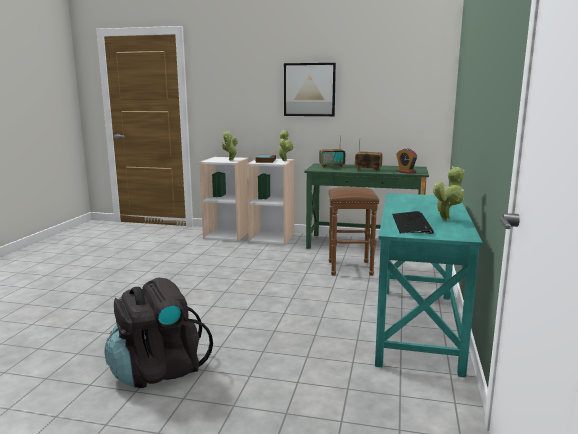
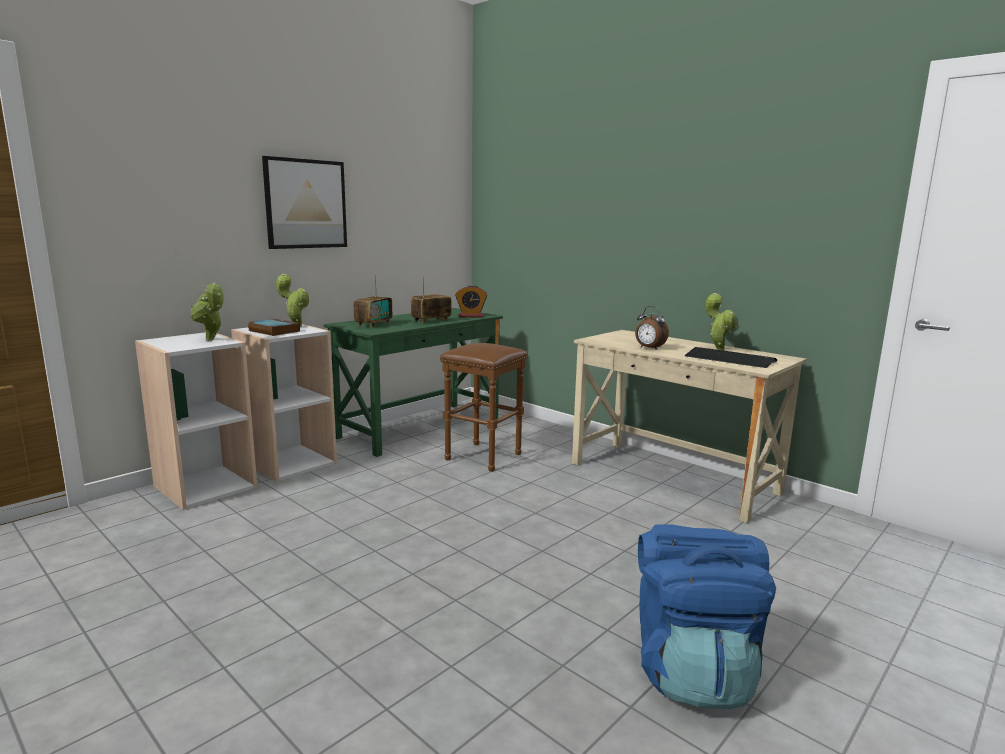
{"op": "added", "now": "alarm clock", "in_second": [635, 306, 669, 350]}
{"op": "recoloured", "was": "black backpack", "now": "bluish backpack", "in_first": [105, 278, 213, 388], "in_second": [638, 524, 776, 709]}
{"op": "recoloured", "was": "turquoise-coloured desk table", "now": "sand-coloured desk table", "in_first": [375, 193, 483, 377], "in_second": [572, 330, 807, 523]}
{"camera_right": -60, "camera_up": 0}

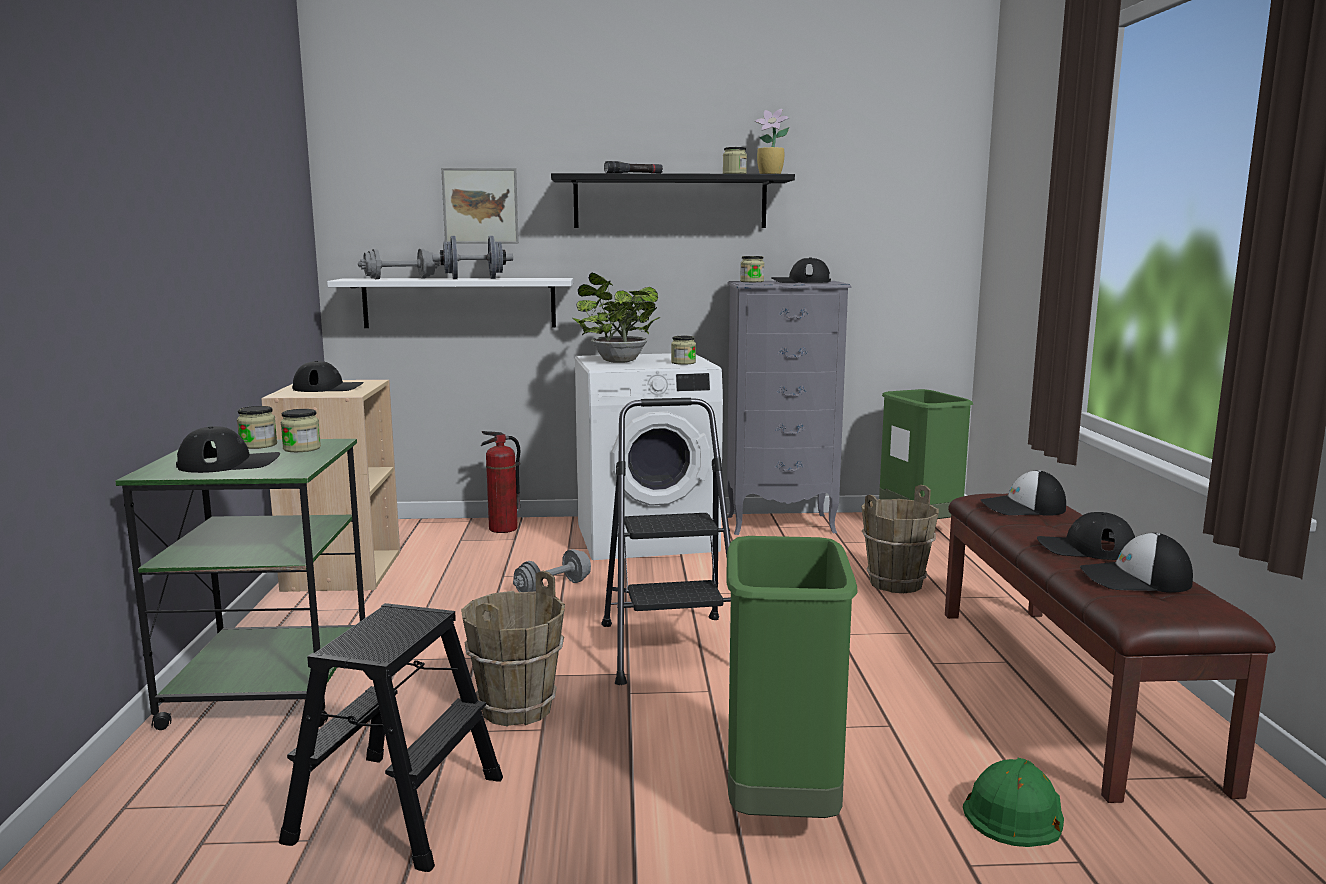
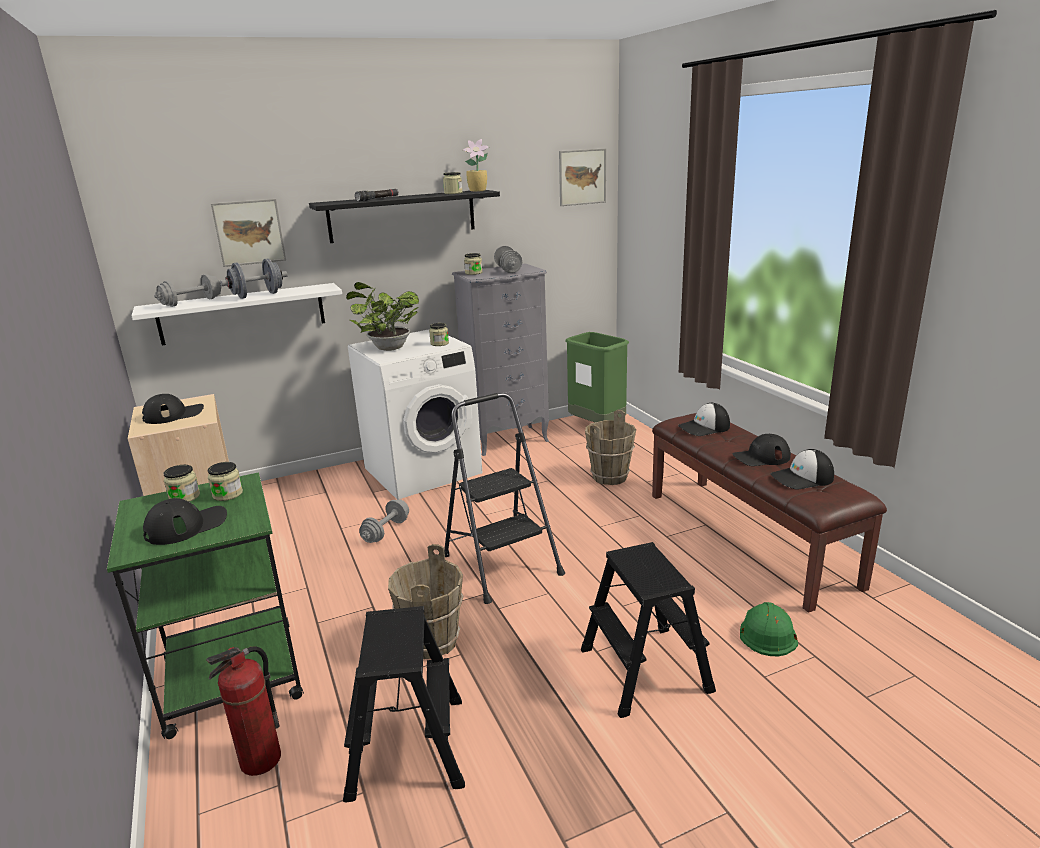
{"op": "added", "now": "wall art", "in_second": [559, 148, 606, 206]}
{"op": "moved", "was": "fire-fighting cylinder", "in_first": [481, 431, 521, 533], "in_second": [206, 646, 281, 776]}
{"op": "replaced", "was": "green-coloured trash can", "now": "black step ladder", "in_first": [726, 536, 857, 818], "in_second": [581, 542, 716, 718]}
{"op": "replaced", "was": "black peaked cap", "now": "grey free weight", "in_first": [771, 257, 831, 283], "in_second": [494, 246, 522, 273]}
{"camera_right": -20, "camera_up": 10}

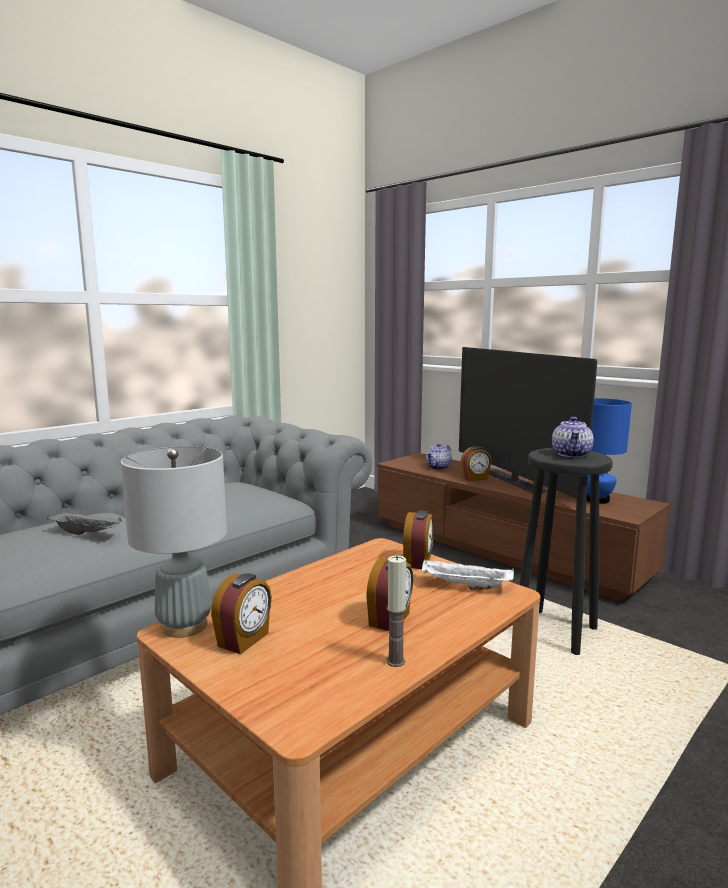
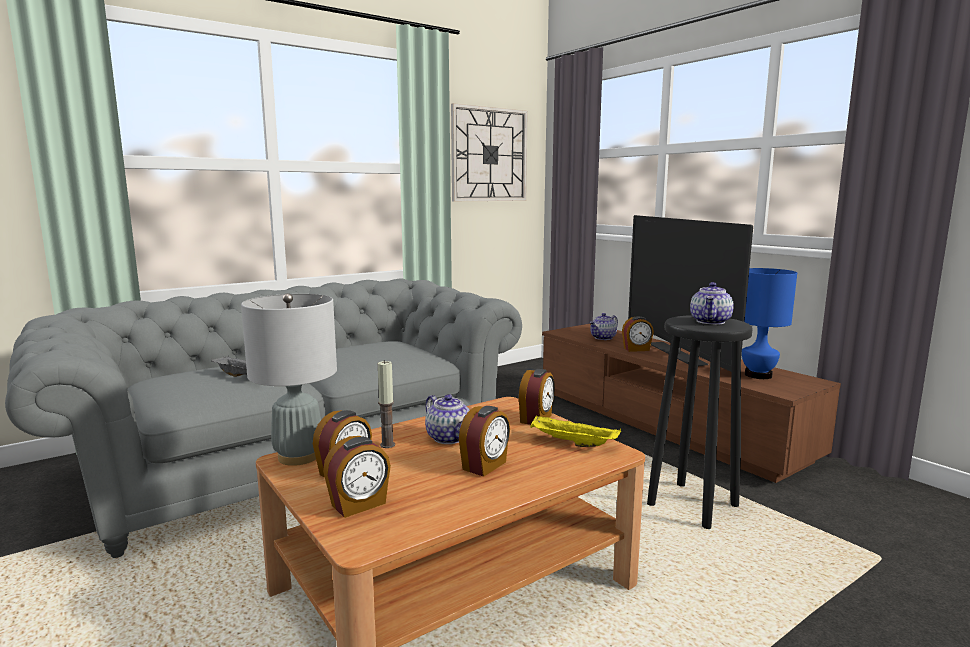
{"op": "added", "now": "alarm clock", "in_second": [323, 436, 391, 518]}
{"op": "added", "now": "teapot", "in_second": [425, 394, 470, 444]}
{"op": "added", "now": "wall clock", "in_second": [451, 103, 528, 201]}
{"op": "moved", "was": "wax candle", "in_first": [386, 556, 407, 667], "in_second": [378, 360, 395, 448]}
{"op": "recoloured", "was": "white tray", "now": "yellow tray", "in_first": [422, 560, 514, 590], "in_second": [530, 415, 621, 447]}
{"camera_right": 10, "camera_up": 0}

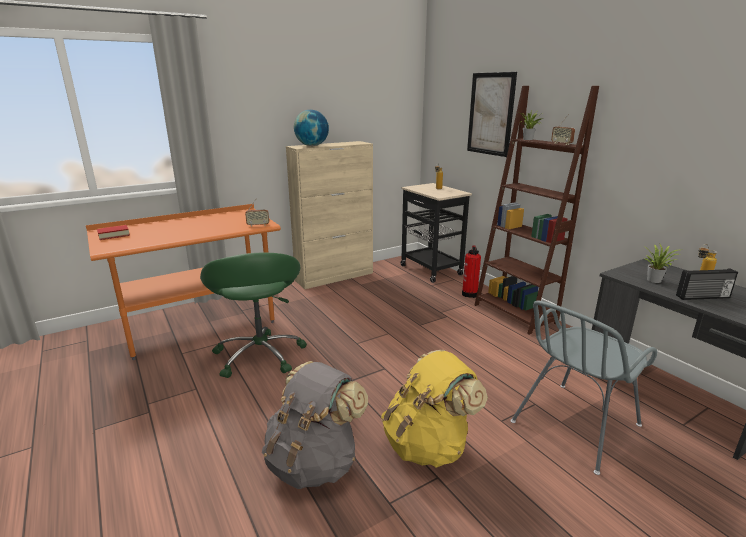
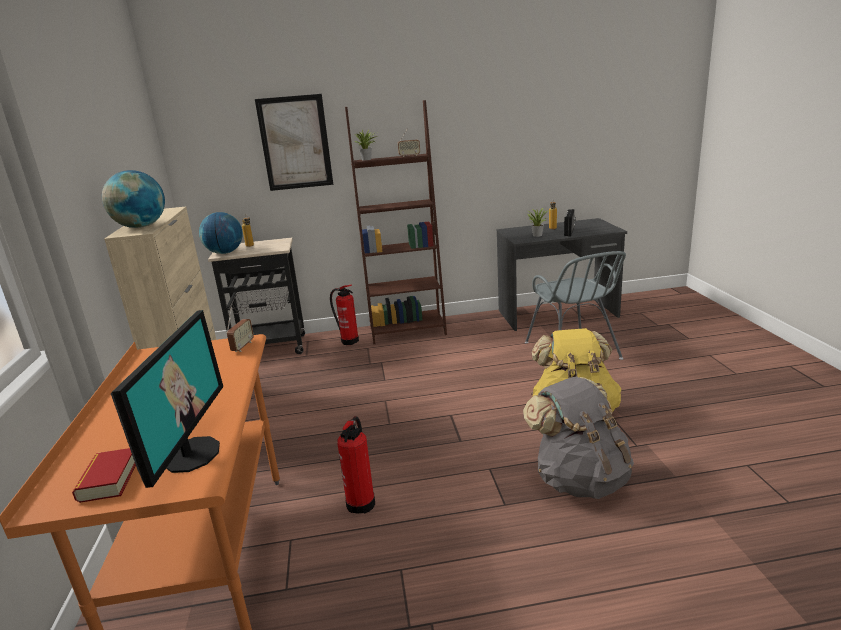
{"op": "added", "now": "computer screen", "in_second": [111, 310, 223, 488]}
{"op": "added", "now": "world globe", "in_second": [199, 212, 243, 254]}
{"op": "replaced", "was": "green-coloured computer chair", "now": "fire-fighting cylinder", "in_first": [200, 252, 307, 378], "in_second": [337, 416, 375, 514]}
{"camera_right": -65, "camera_up": 0}

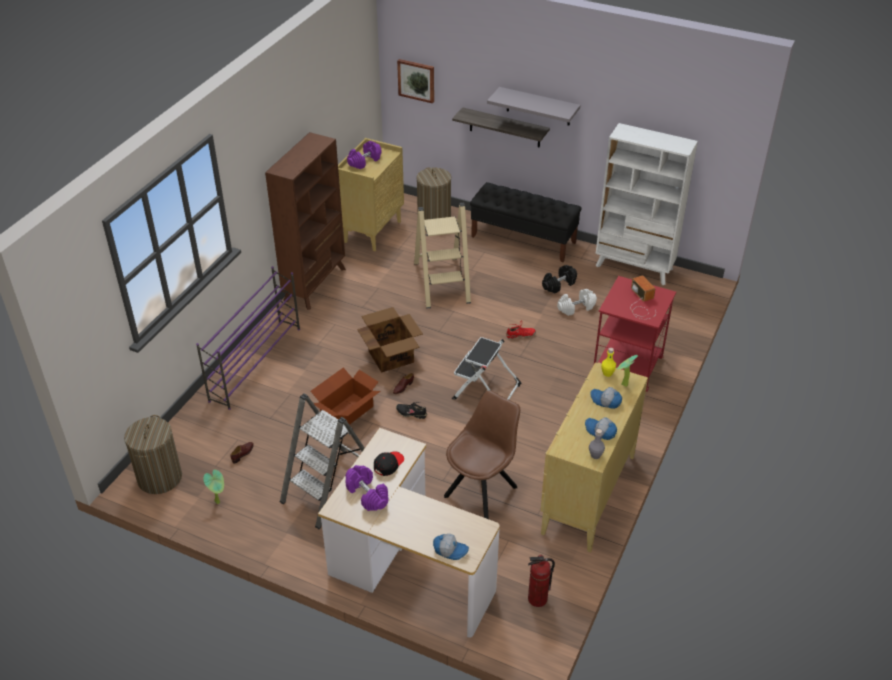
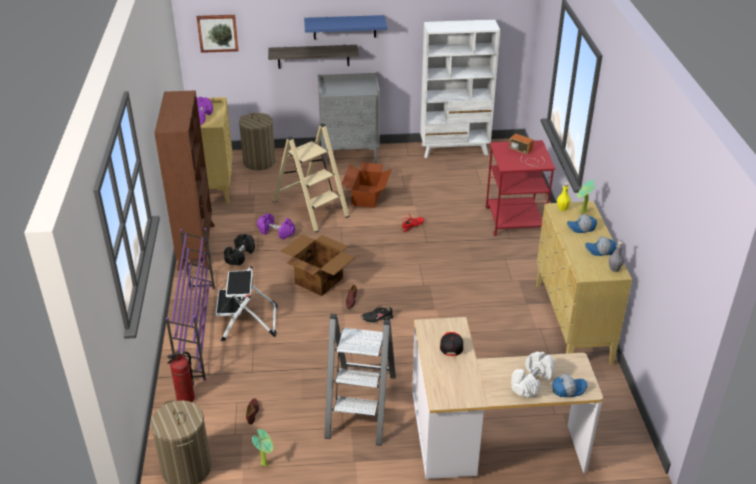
{"op": "removed", "was": "brown upright chair", "in_first": [444, 391, 520, 519]}
{"op": "moved", "was": "cardboard box", "in_first": [311, 367, 380, 425], "in_second": [342, 162, 392, 208]}
{"op": "moved", "was": "purple free weight", "in_first": [345, 465, 388, 511], "in_second": [257, 214, 295, 239]}
{"op": "moved", "was": "step ladder", "in_first": [452, 337, 521, 400], "in_second": [216, 266, 277, 341]}
{"op": "moved", "was": "fire-fighting cylinder", "in_first": [528, 555, 555, 607], "in_second": [167, 351, 195, 402]}
{"op": "moved", "was": "black free weight", "in_first": [542, 265, 577, 294], "in_second": [224, 234, 255, 265]}
{"op": "moved", "was": "white free weight", "in_first": [557, 289, 597, 316], "in_second": [511, 352, 555, 398]}
{"op": "replaced", "was": "black bench", "now": "grey cupboard", "in_first": [470, 182, 582, 262], "in_second": [318, 72, 380, 166]}
{"op": "recoloured", "was": "grey wall shelf", "now": "bluish wall shelf", "in_first": [487, 87, 580, 125], "in_second": [304, 15, 387, 40]}
{"camera_right": -30, "camera_up": -5}

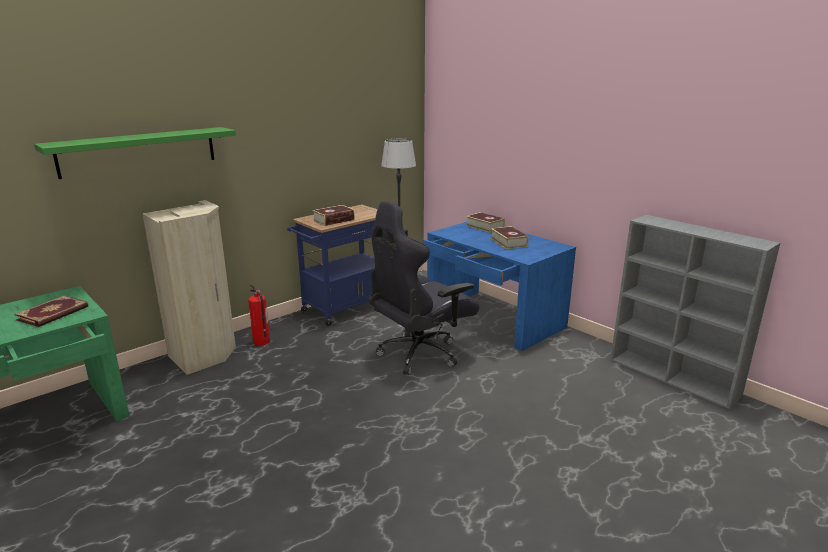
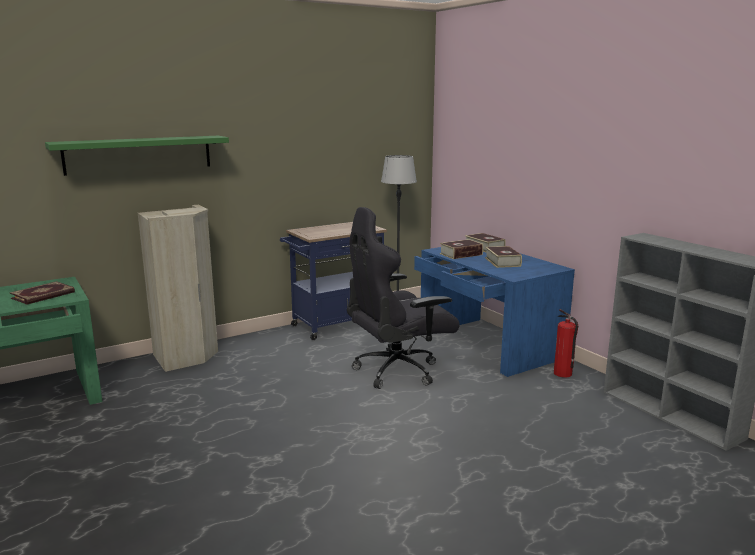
{"op": "moved", "was": "fire-fighting cylinder", "in_first": [248, 284, 270, 346], "in_second": [554, 309, 578, 378]}
{"op": "moved", "was": "volume", "in_first": [312, 205, 355, 226], "in_second": [440, 239, 483, 259]}
{"camera_right": 10, "camera_up": -5}

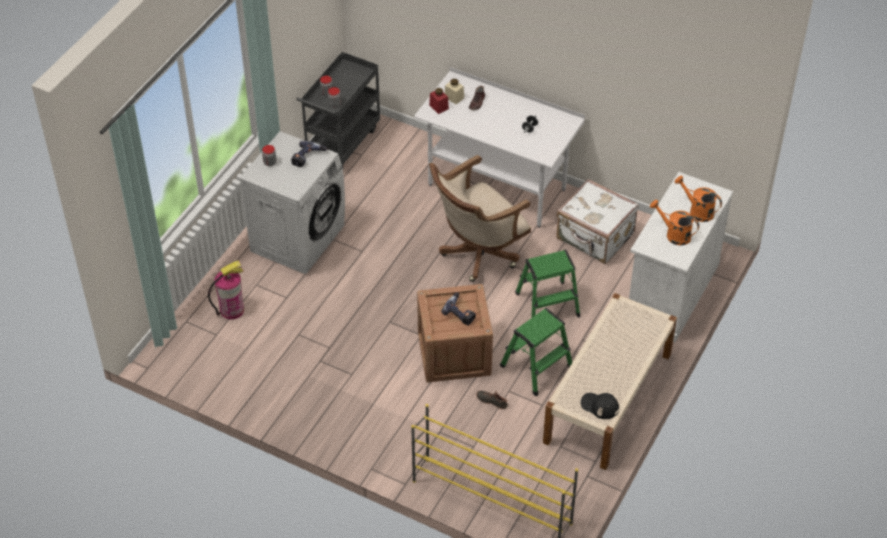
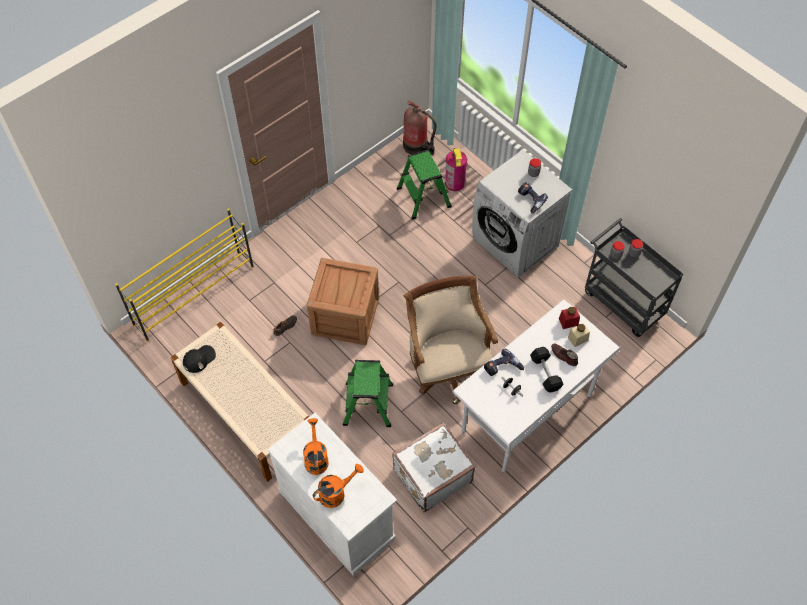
{"op": "added", "now": "fire-fighting cylinder", "in_second": [403, 100, 436, 155]}
{"op": "added", "now": "black free weight", "in_second": [530, 347, 564, 392]}
{"op": "moved", "was": "drill", "in_first": [441, 292, 476, 326], "in_second": [484, 349, 524, 376]}
{"op": "moved", "was": "green-coloured step ladder", "in_first": [500, 308, 572, 396], "in_second": [397, 149, 452, 220]}
{"op": "turned", "was": "orange watering can", "in_first": [650, 200, 699, 246], "in_second": [303, 418, 329, 475], "clockwise": -60}
{"camera_right": 110, "camera_up": 10}

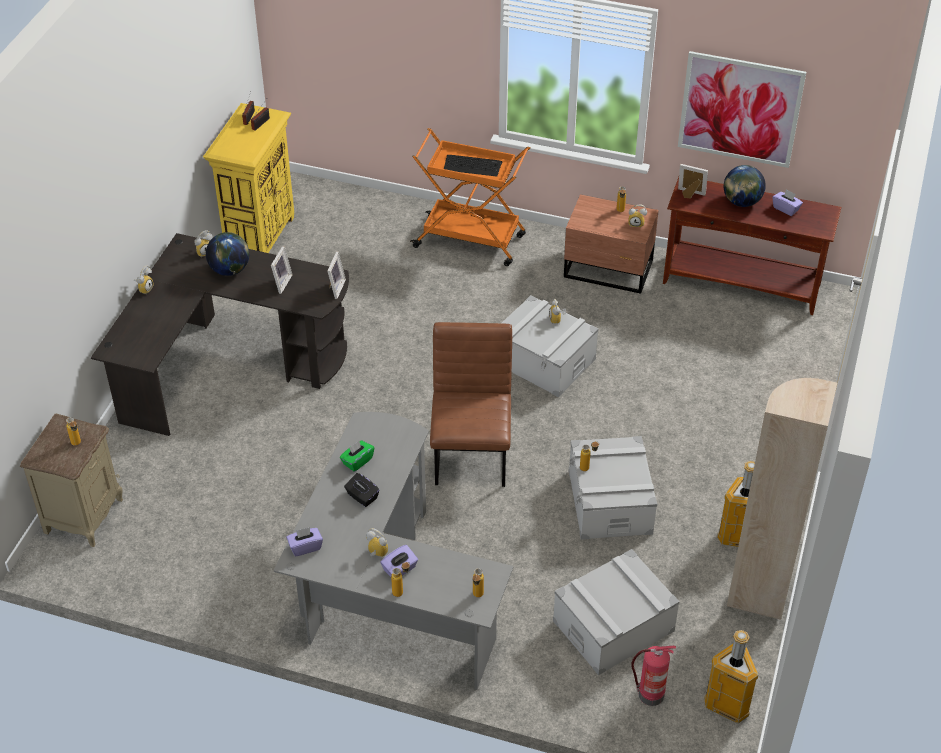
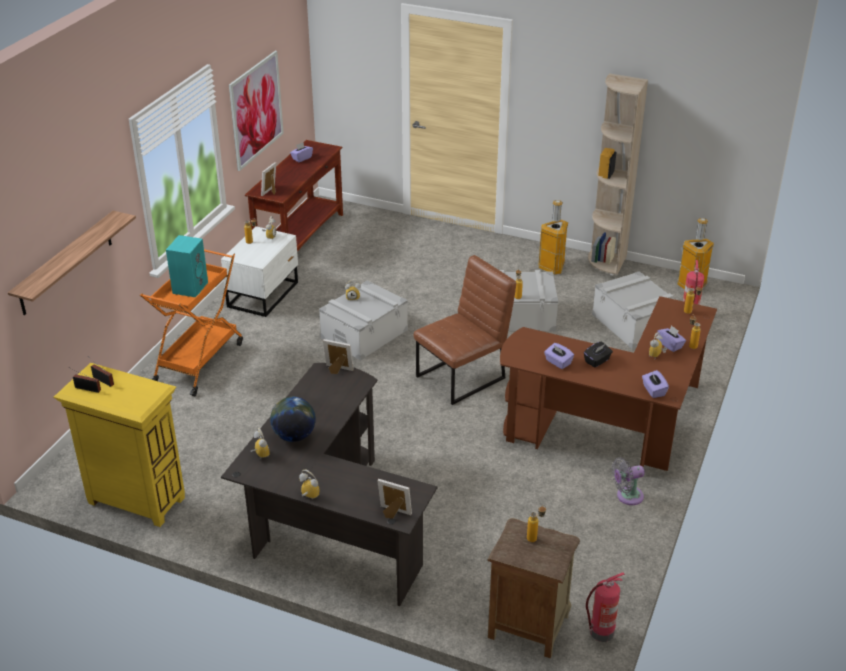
{"op": "removed", "was": "world globe", "in_first": [724, 165, 766, 207]}
{"op": "added", "now": "wall shelf", "in_second": [8, 211, 136, 315]}
{"op": "added", "now": "fire-fighting cylinder", "in_second": [586, 572, 625, 642]}
{"op": "added", "now": "grey fan", "in_second": [612, 457, 645, 505]}
{"op": "moved", "was": "picture frame", "in_first": [271, 246, 293, 294], "in_second": [377, 479, 412, 519]}
{"op": "replaced", "was": "computer keyboard", "now": "turquoise-coloured loudspeaker", "in_first": [444, 155, 502, 177], "in_second": [166, 235, 208, 297]}
{"op": "recoloured", "was": "grey desk table", "now": "brown desk table", "in_first": [274, 412, 513, 690], "in_second": [500, 296, 717, 471]}
{"op": "recoloured", "was": "green-coloured box of tissues", "now": "purple box of tissues", "in_first": [340, 440, 374, 472], "in_second": [544, 343, 574, 369]}
{"op": "recoloured", "was": "brown bedside table", "now": "white bedside table", "in_first": [564, 194, 659, 294], "in_second": [221, 226, 298, 317]}
{"op": "turned", "was": "brown upright chair", "in_first": [430, 322, 512, 487], "in_second": [414, 255, 516, 405], "clockwise": 135}
{"camera_right": -85, "camera_up": -10}

